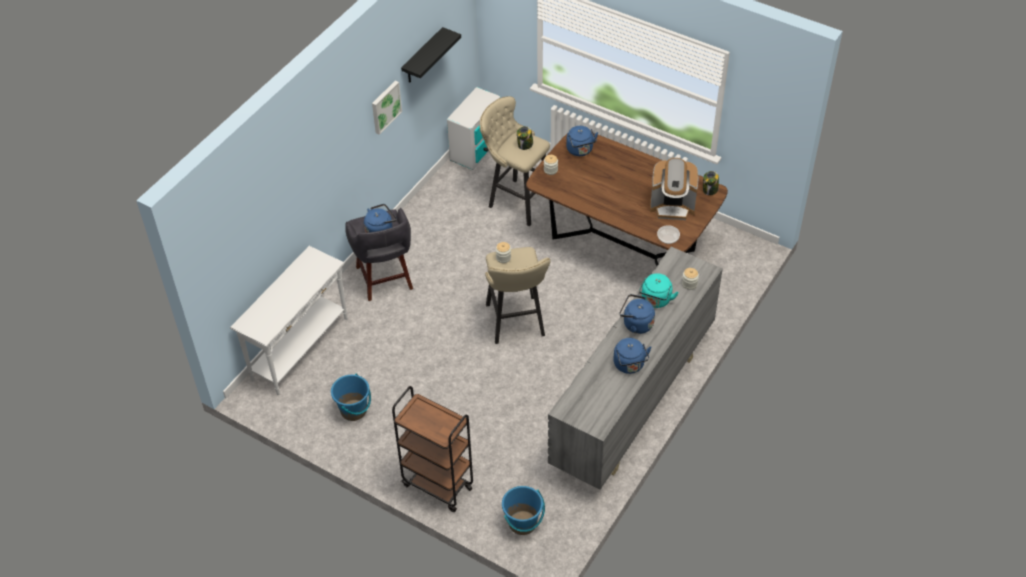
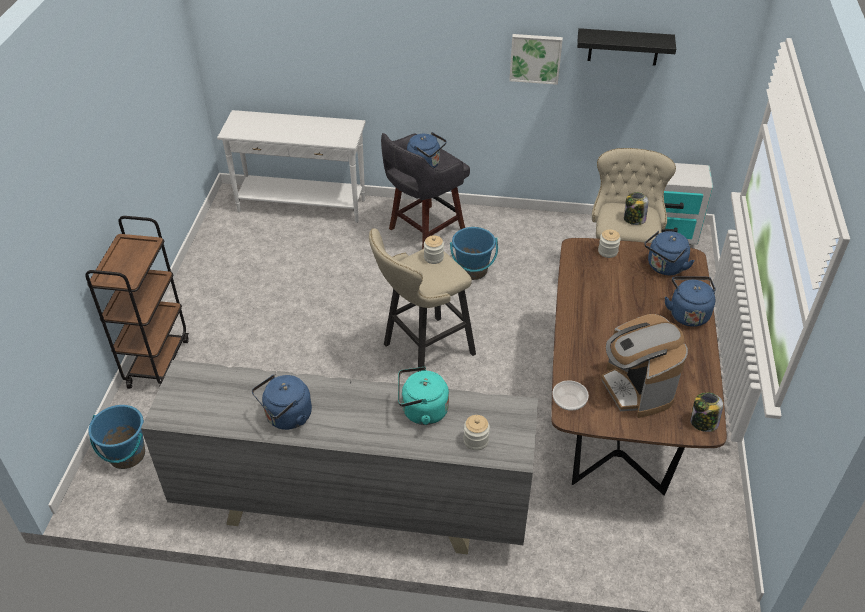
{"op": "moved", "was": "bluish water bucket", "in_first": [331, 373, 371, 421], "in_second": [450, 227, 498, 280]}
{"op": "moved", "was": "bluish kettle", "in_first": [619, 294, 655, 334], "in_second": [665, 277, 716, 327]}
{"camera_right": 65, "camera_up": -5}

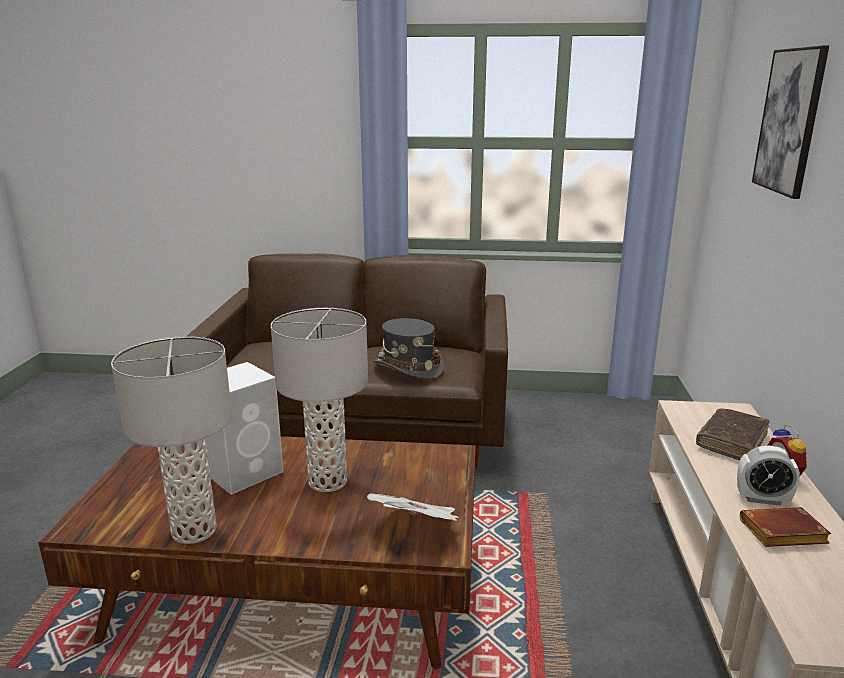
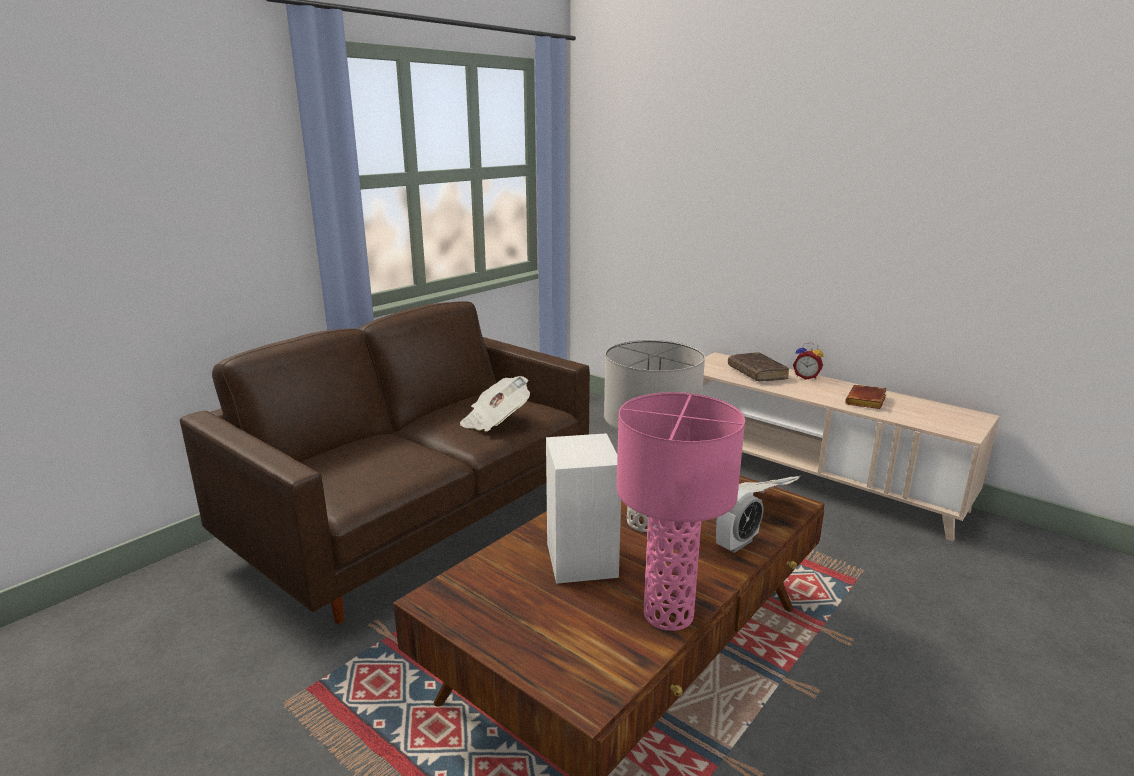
{"op": "removed", "was": "wall art", "in_first": [752, 46, 829, 199]}
{"op": "moved", "was": "alarm clock", "in_first": [737, 446, 800, 506], "in_second": [716, 489, 764, 553]}
{"op": "replaced", "was": "grey clothing hat", "now": "newspaper", "in_first": [373, 318, 444, 380], "in_second": [460, 376, 530, 431]}
{"op": "recoloured", "was": "white table lamp", "now": "pinkish table lamp", "in_first": [111, 336, 232, 544], "in_second": [617, 392, 745, 631]}
{"camera_right": -55, "camera_up": 0}

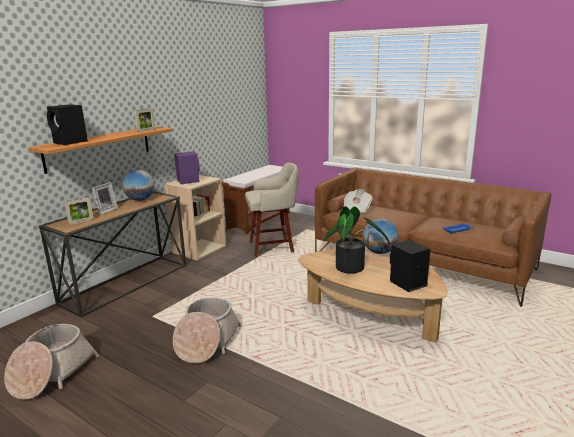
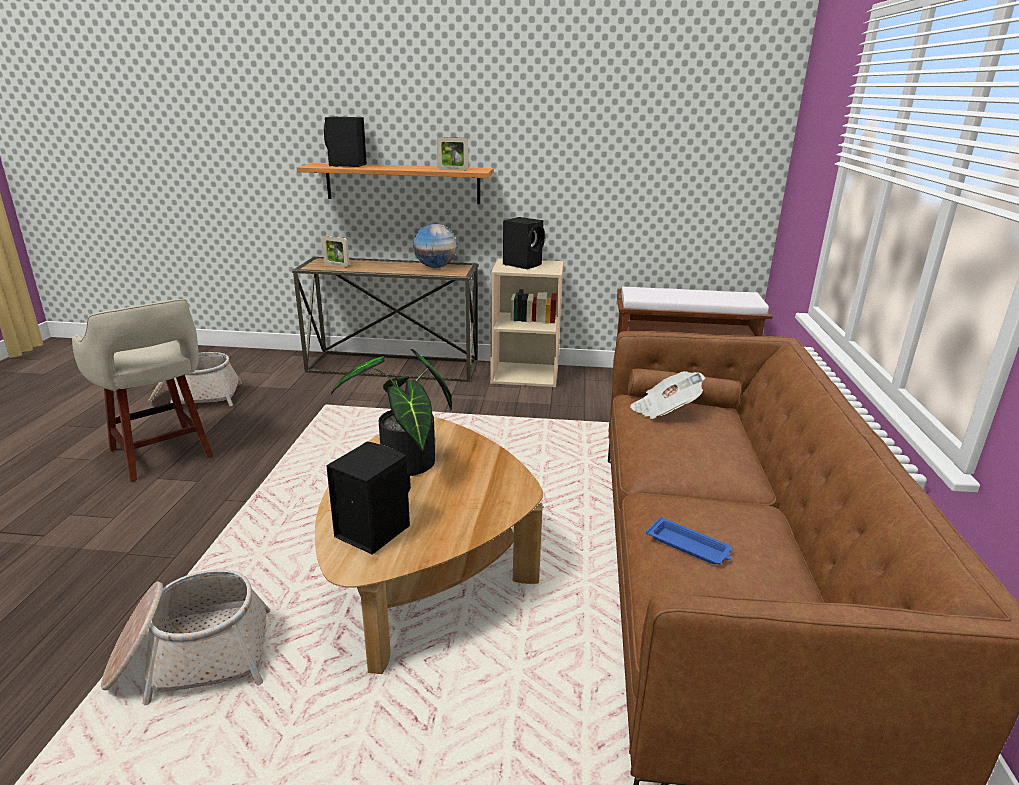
{"op": "removed", "was": "picture frame", "in_first": [92, 182, 118, 215]}
{"op": "removed", "was": "world globe", "in_first": [363, 219, 399, 254]}
{"op": "moved", "was": "household basket", "in_first": [173, 298, 242, 363], "in_second": [101, 570, 270, 705]}
{"op": "moved", "was": "sand-coloured stool", "in_first": [245, 163, 299, 257], "in_second": [72, 299, 213, 482]}
{"op": "recoloured", "was": "purple loudspeaker", "now": "black loudspeaker", "in_first": [174, 151, 200, 184], "in_second": [503, 217, 545, 269]}
{"camera_right": 60, "camera_up": 5}

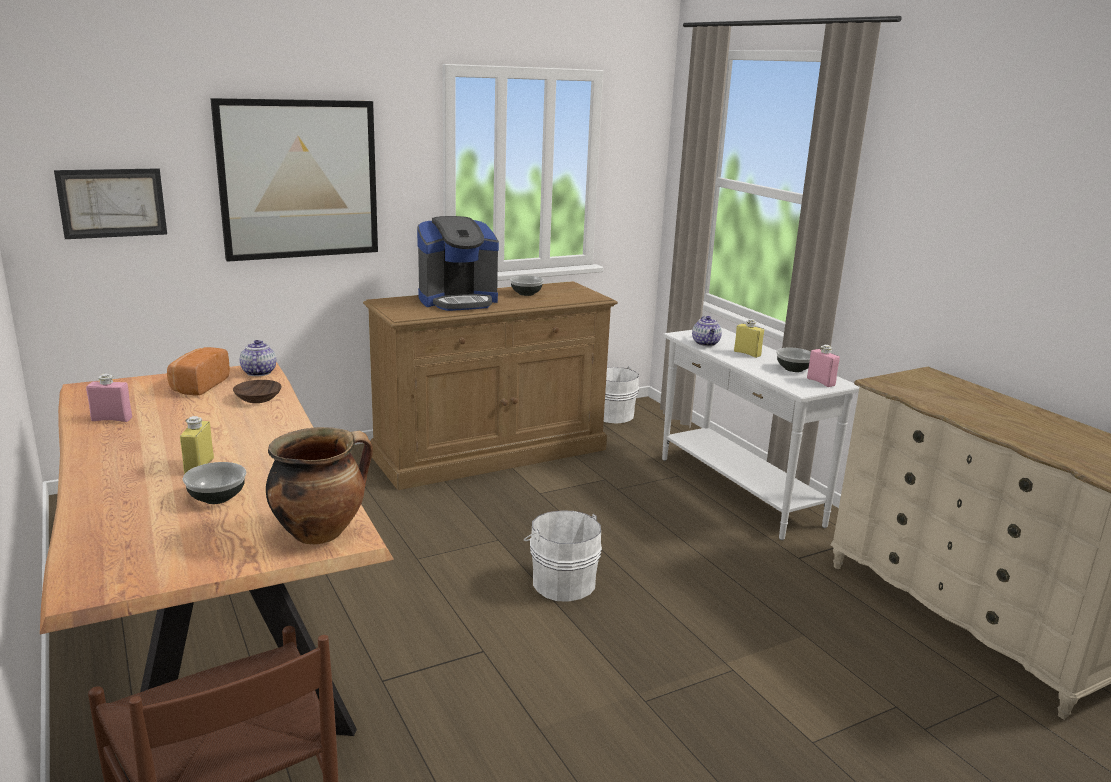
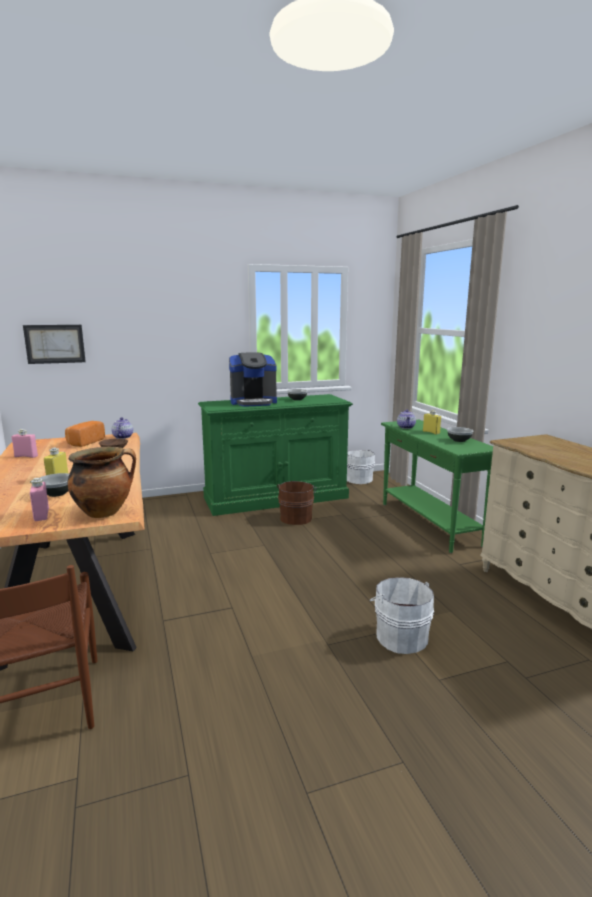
{"op": "removed", "was": "wall art", "in_first": [210, 98, 378, 262]}
{"op": "added", "now": "brown water bucket", "in_second": [277, 481, 316, 525]}
{"op": "moved", "was": "white water bucket", "in_first": [524, 510, 602, 601], "in_second": [370, 577, 434, 654]}
{"op": "moved", "was": "pinkish bottle", "in_first": [807, 345, 840, 387], "in_second": [30, 478, 49, 521]}
{"op": "recoloured", "was": "brown cupboard", "now": "green-coloured cupboard", "in_first": [363, 281, 618, 490], "in_second": [198, 394, 353, 516]}
{"op": "recoloured", "was": "white hall table", "now": "green-coloured hall table", "in_first": [662, 327, 859, 540], "in_second": [381, 420, 493, 553]}
{"camera_right": 10, "camera_up": -5}

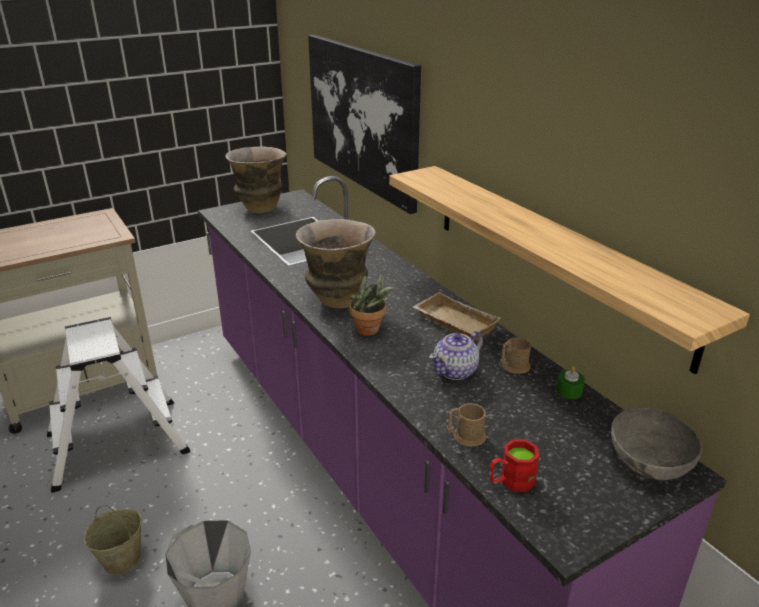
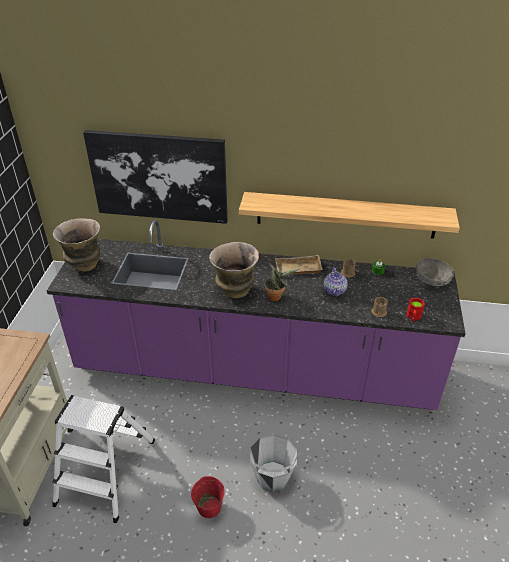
{"op": "recoloured", "was": "sand-coloured water bucket", "now": "red-coloured water bucket", "in_first": [84, 505, 142, 575], "in_second": [191, 476, 225, 518]}
{"camera_right": -50, "camera_up": 10}

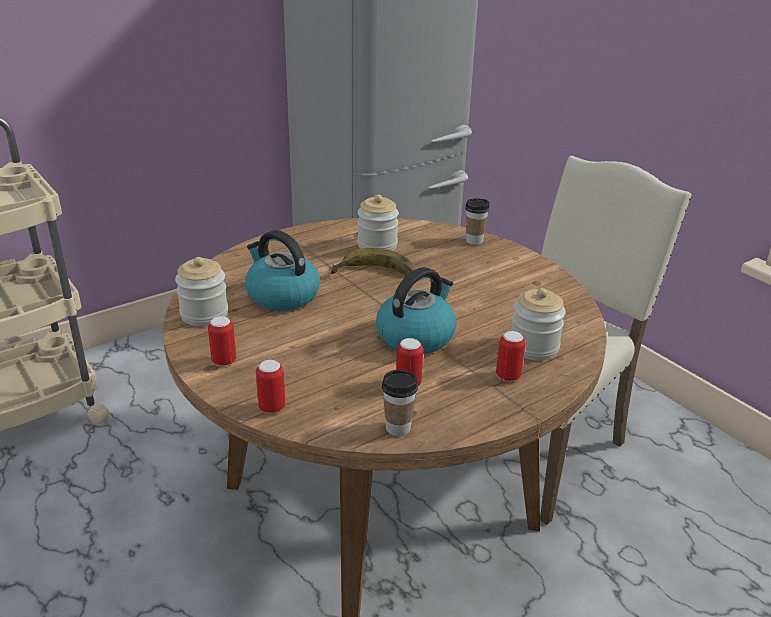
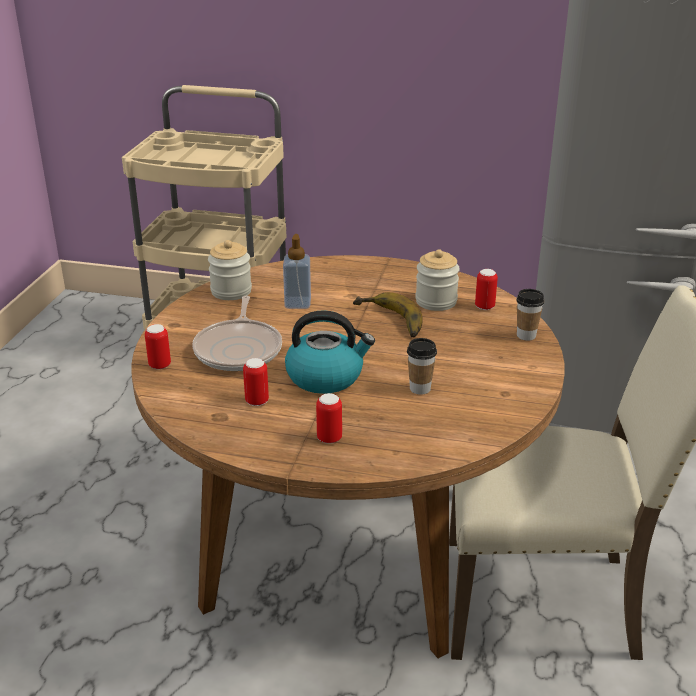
{"op": "removed", "was": "preserve jar", "in_first": [511, 288, 566, 360]}
{"op": "added", "now": "pan", "in_second": [192, 296, 282, 371]}
{"op": "moved", "was": "sealed can", "in_first": [208, 316, 236, 366], "in_second": [475, 269, 498, 310]}
{"op": "moved", "was": "small cup", "in_first": [382, 370, 418, 436], "in_second": [407, 338, 437, 395]}
{"op": "replaced", "was": "kettle", "now": "soap bottle", "in_first": [245, 230, 320, 311], "in_second": [283, 234, 311, 309]}
{"camera_right": 50, "camera_up": 0}

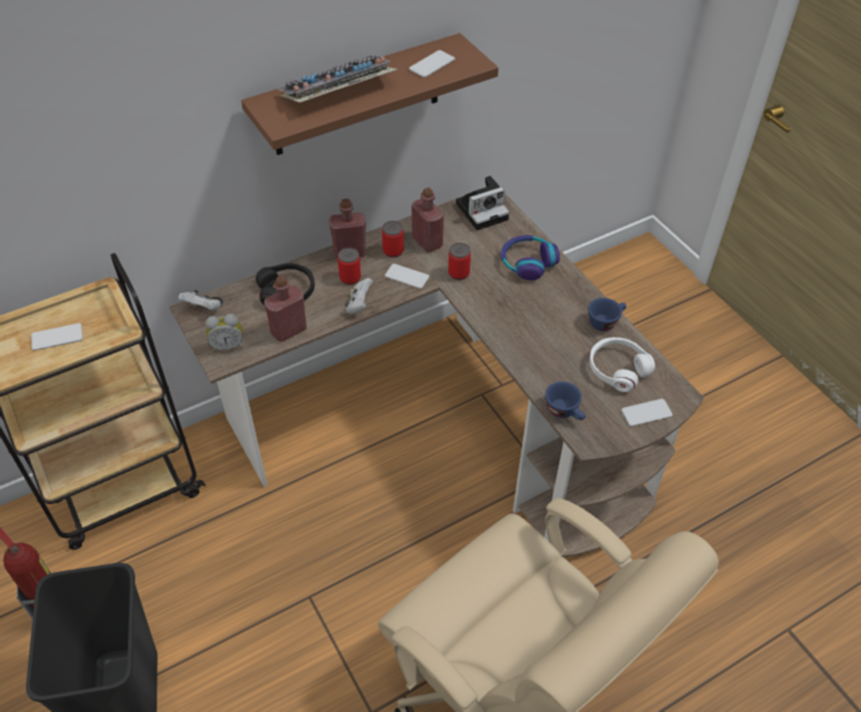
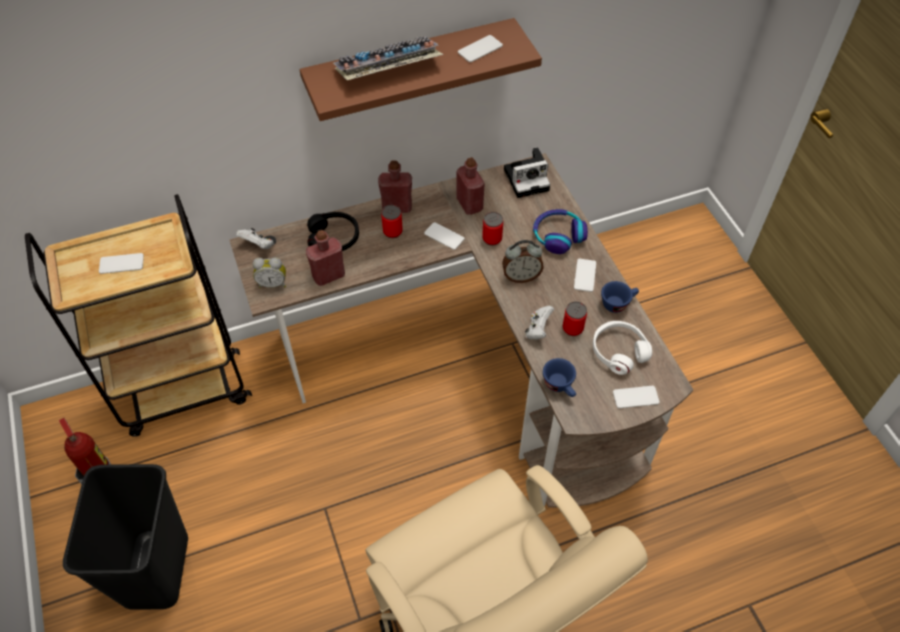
{"op": "added", "now": "alarm clock", "in_second": [502, 240, 544, 283]}
{"op": "added", "now": "telephone", "in_second": [574, 259, 596, 292]}
{"op": "moved", "was": "white game controller", "in_first": [345, 278, 373, 314], "in_second": [525, 305, 554, 339]}
{"op": "moved", "was": "sealed can", "in_first": [382, 221, 404, 258], "in_second": [562, 301, 587, 336]}
{"camera_right": 10, "camera_up": 5}

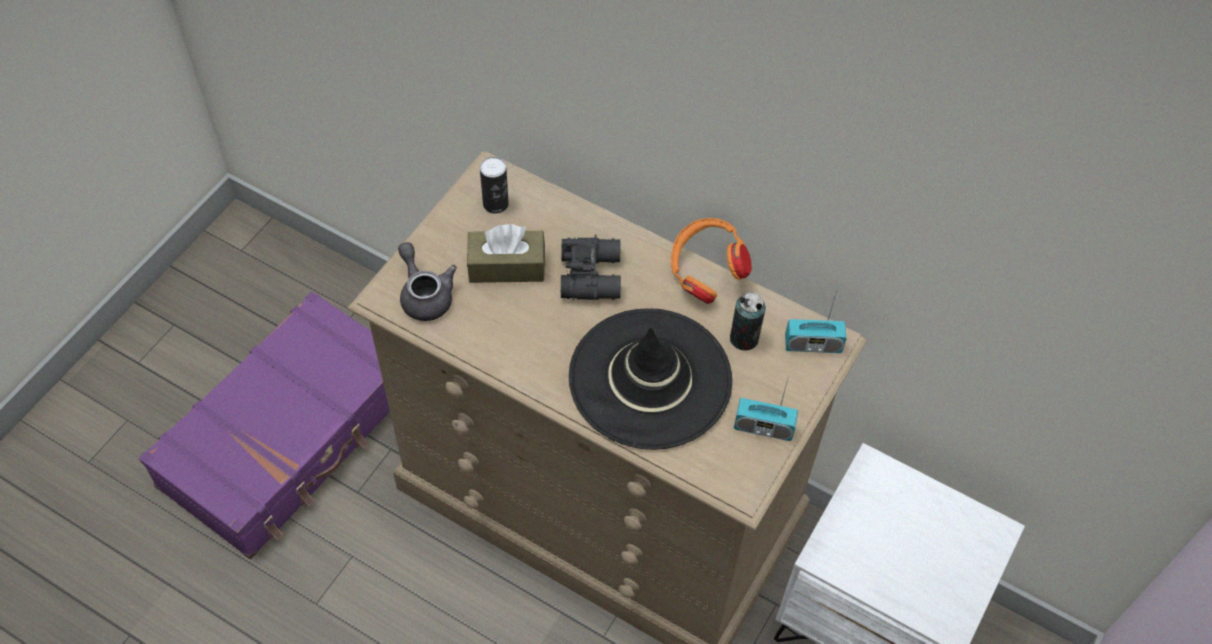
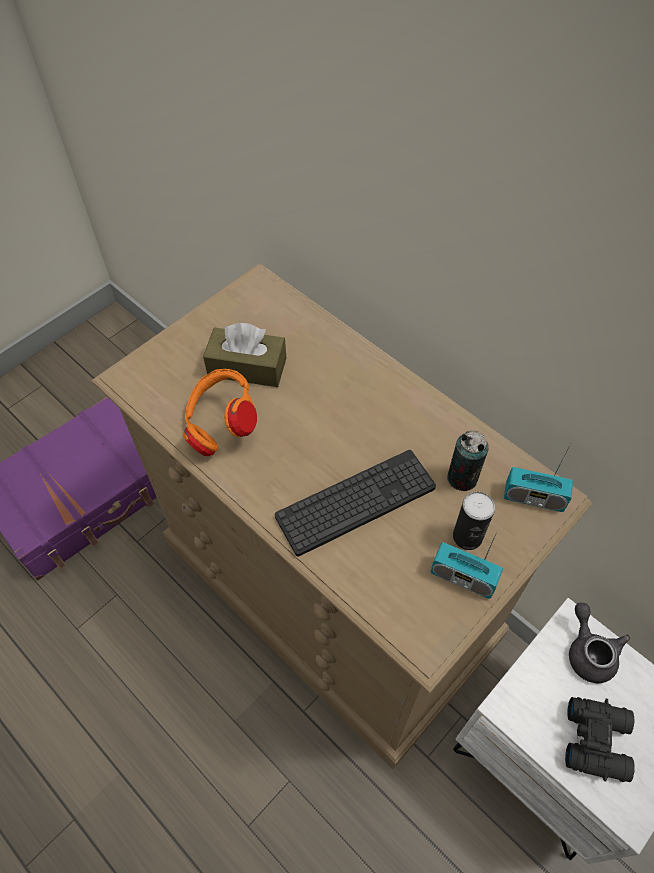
{"op": "moved", "was": "grey teapot", "in_first": [398, 242, 457, 321], "in_second": [569, 602, 630, 683]}
{"op": "moved", "was": "sealed can", "in_first": [480, 157, 509, 214], "in_second": [453, 492, 495, 550]}
{"op": "moved", "was": "black pair of binoculars", "in_first": [561, 234, 621, 300], "in_second": [565, 697, 635, 782]}
{"op": "moved", "was": "orange headset", "in_first": [671, 218, 752, 304], "in_second": [183, 369, 257, 456]}
{"op": "replaced", "was": "black clothing hat", "now": "computer keyboard", "in_first": [569, 308, 732, 450], "in_second": [275, 450, 436, 557]}
{"camera_right": 15, "camera_up": 0}

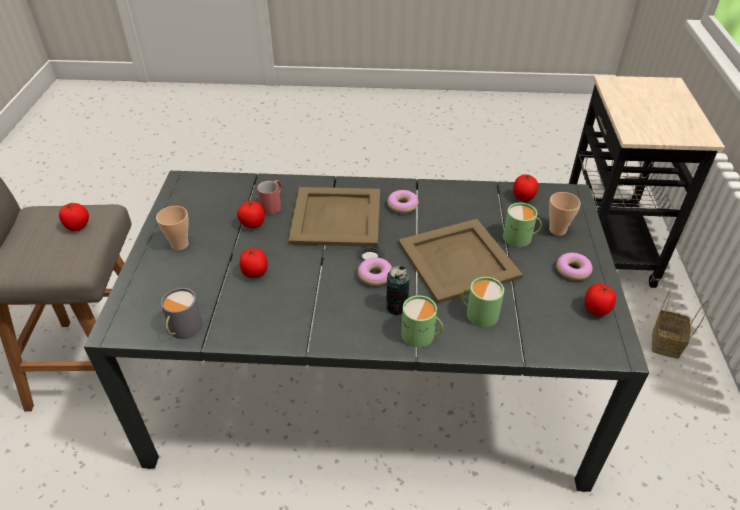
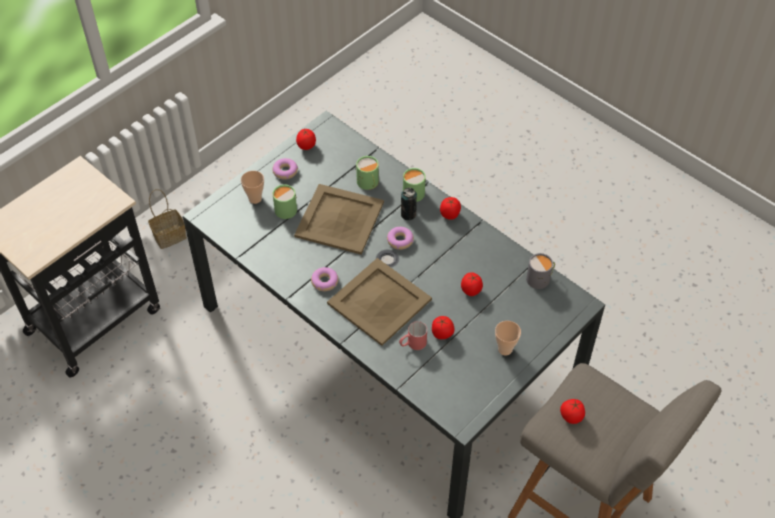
{"op": "moved", "was": "fresh tomato", "in_first": [513, 174, 538, 201], "in_second": [440, 197, 461, 220]}
{"camera_right": -140, "camera_up": 10}

